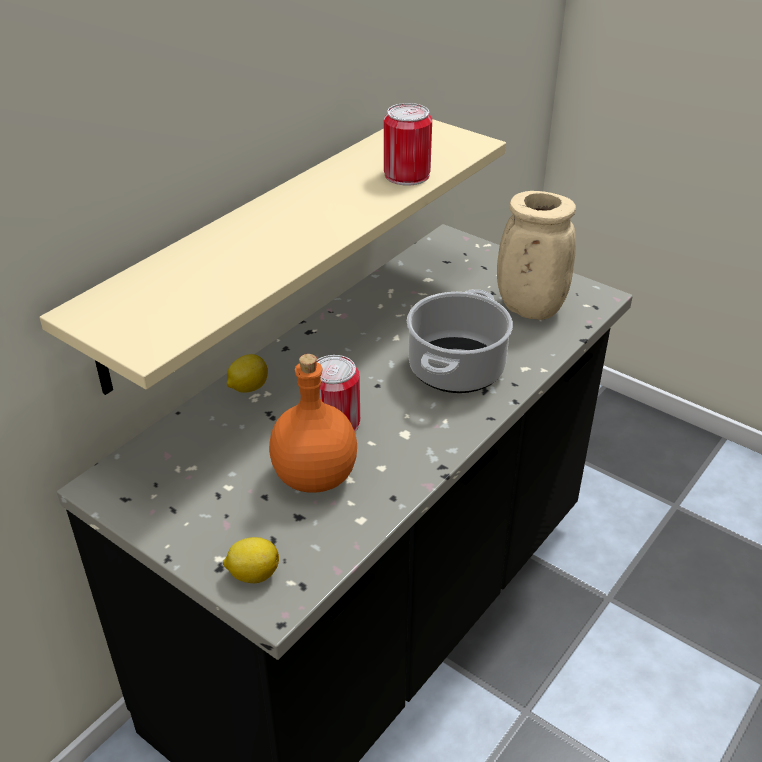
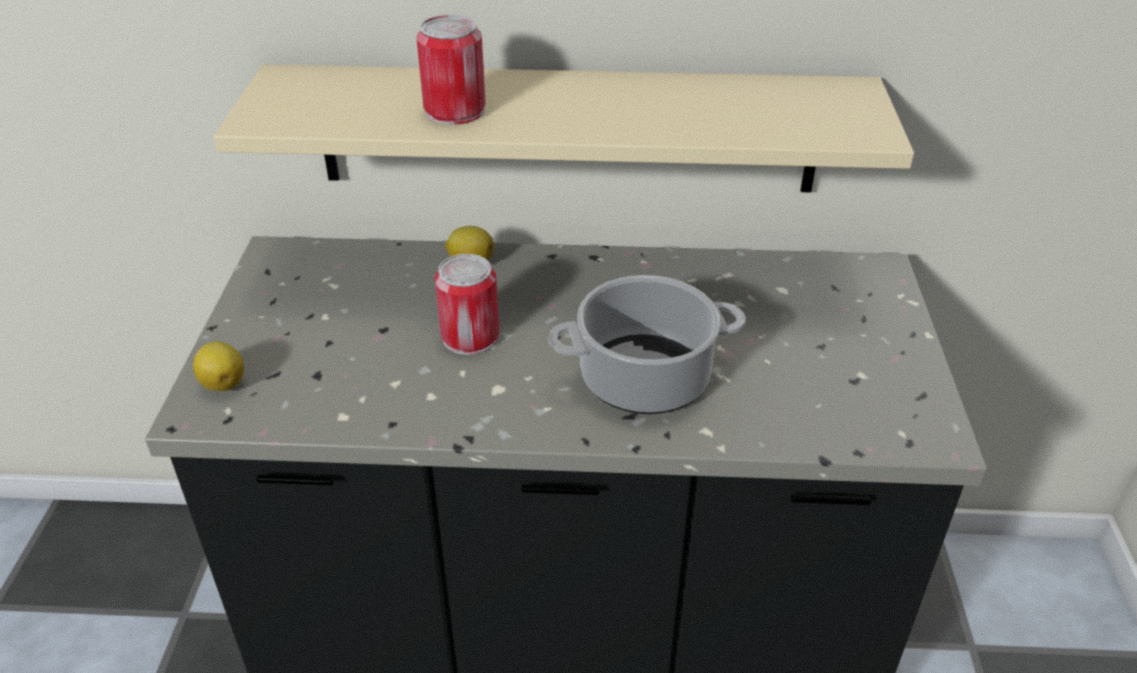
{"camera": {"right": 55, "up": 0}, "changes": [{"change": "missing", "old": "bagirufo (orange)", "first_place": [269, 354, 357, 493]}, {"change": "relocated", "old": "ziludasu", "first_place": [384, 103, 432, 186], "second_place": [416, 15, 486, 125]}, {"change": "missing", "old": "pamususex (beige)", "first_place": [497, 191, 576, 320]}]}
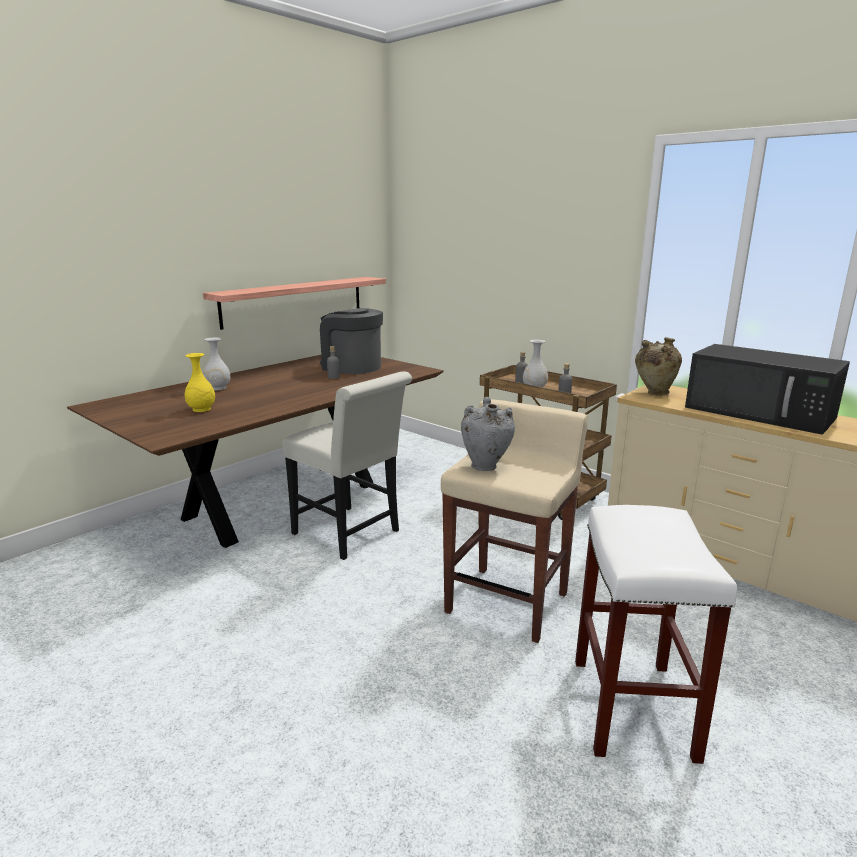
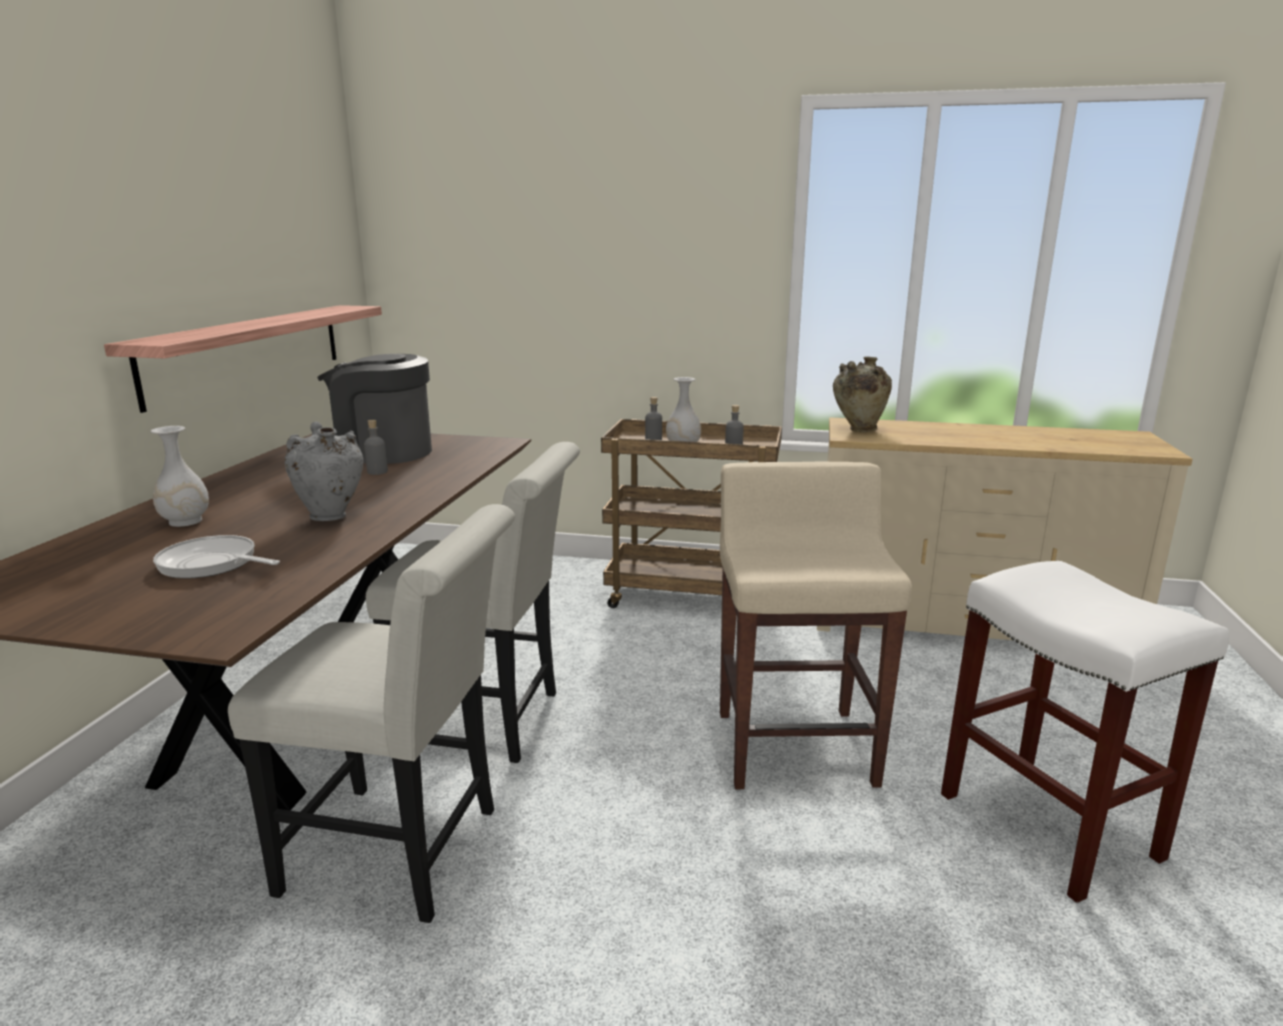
{"camera": {"right": -30, "up": 0}, "changes": [{"change": "exchanged", "old": "pamususex (yellow)", "new": "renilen", "first_place": [185, 353, 215, 412], "second_place": [153, 535, 280, 579]}, {"change": "relocated", "old": "pamususex (grey)", "first_place": [461, 397, 515, 471], "second_place": [285, 421, 363, 521]}, {"change": "missing", "old": "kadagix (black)", "first_place": [685, 344, 850, 435]}, {"change": "appeared", "new": "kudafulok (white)", "second_place": [228, 504, 515, 923]}]}
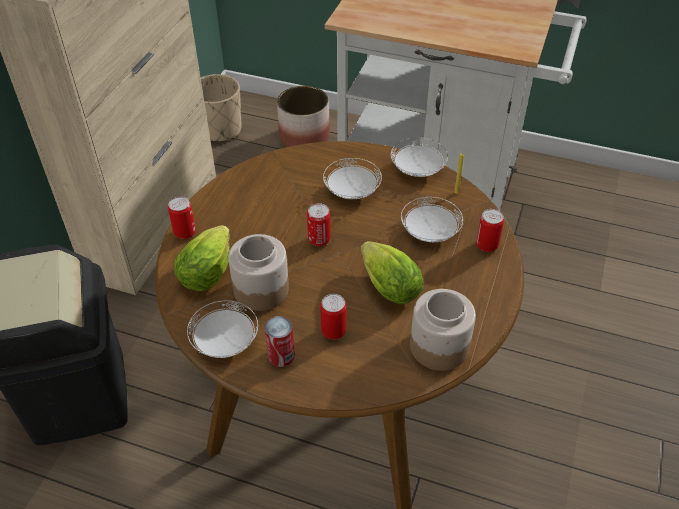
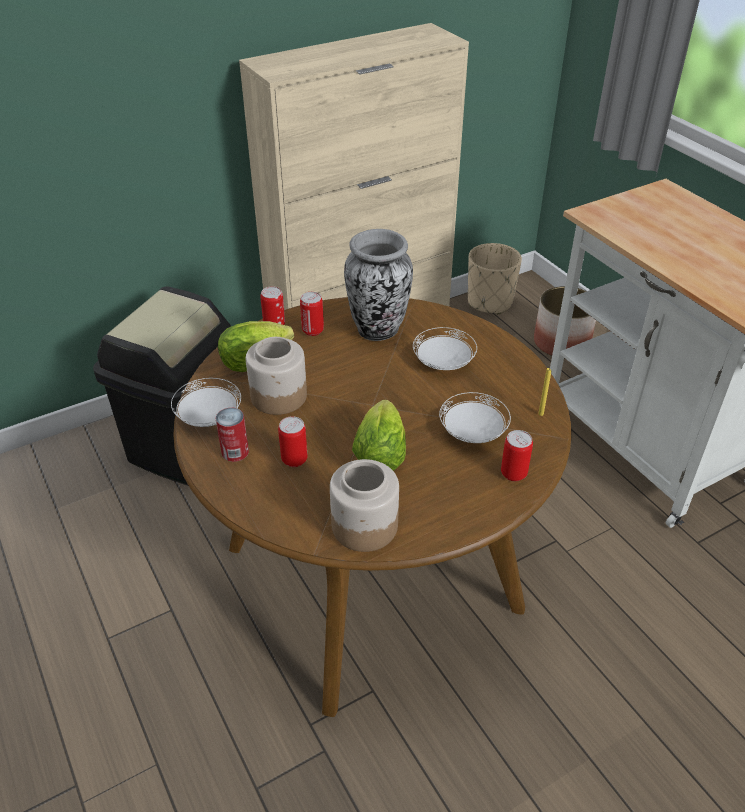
{"camera": {"right": 40, "up": -5}, "changes": [{"change": "relocated", "old": "ziludasu", "first_place": [307, 203, 331, 247], "second_place": [300, 292, 324, 336]}, {"change": "missing", "old": "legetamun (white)", "first_place": [391, 137, 448, 177]}, {"change": "appeared", "new": "pamususex", "second_place": [344, 229, 413, 341]}]}
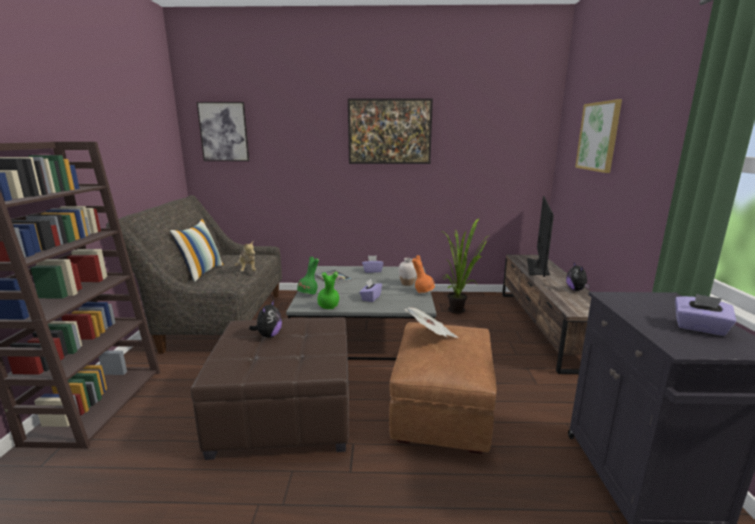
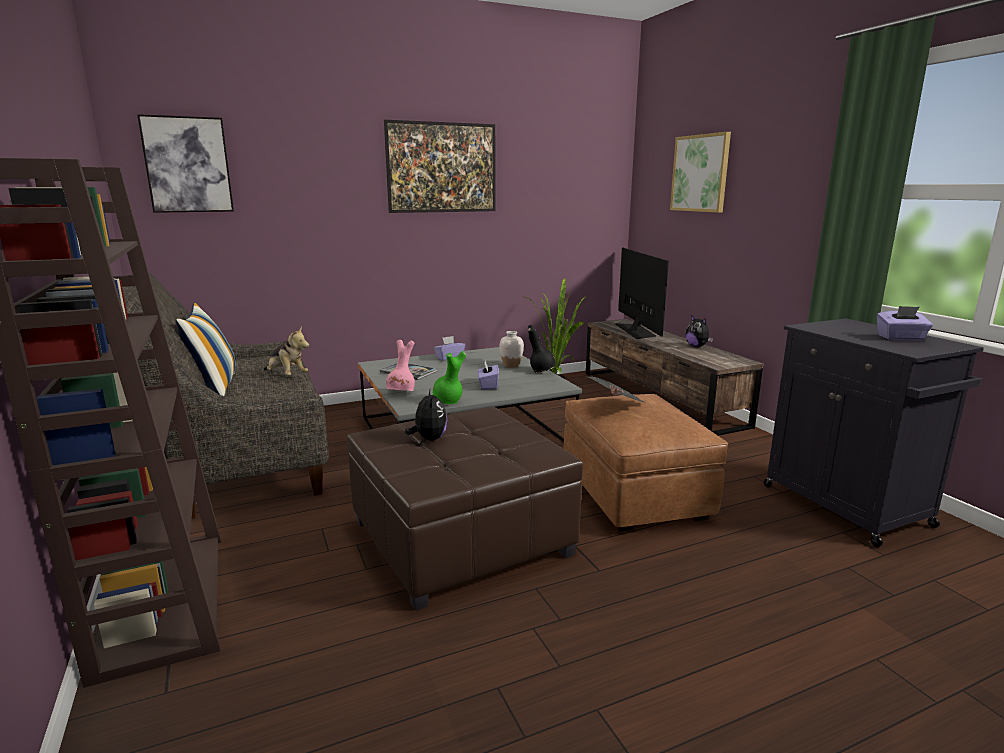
{"camera": {"right": -25, "up": 0}, "changes": [{"change": "colour", "old": "pamususex (green)", "new": "pamususex (pink)", "first_place": [297, 257, 319, 294], "second_place": [386, 340, 415, 391]}, {"change": "colour", "old": "pamususex (orange)", "new": "pamususex (black)", "first_place": [412, 255, 435, 294], "second_place": [528, 325, 556, 373]}]}
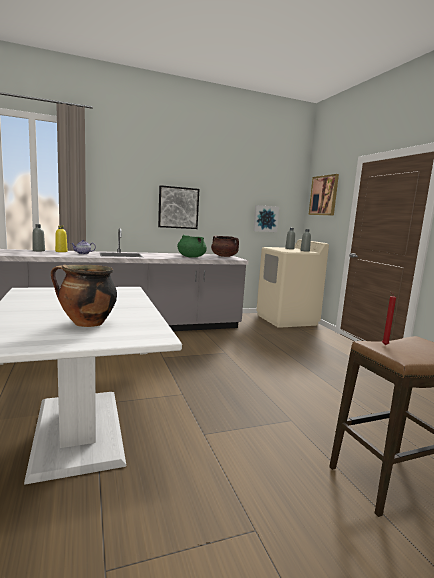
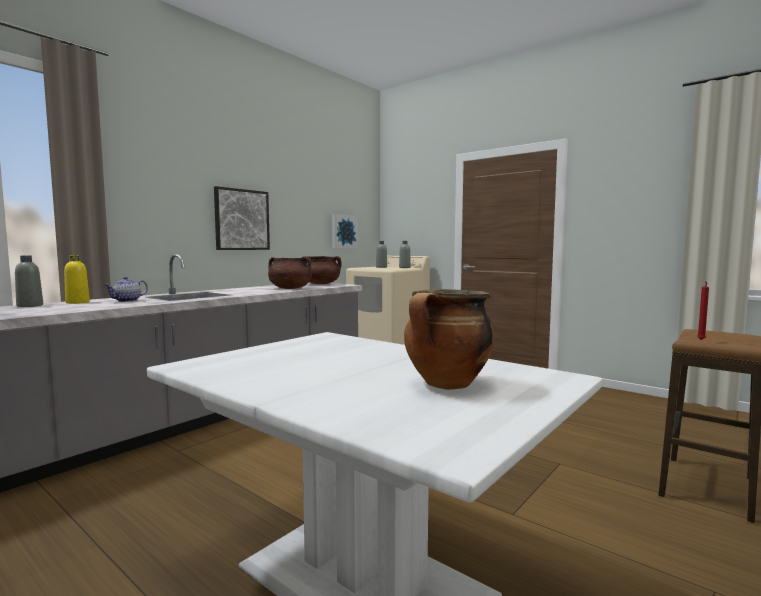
{"camera": {"right": -30, "up": -5}, "changes": [{"change": "colour", "old": "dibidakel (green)", "new": "dibidakel (brown)", "first_place": [177, 235, 207, 257], "second_place": [268, 257, 312, 289]}, {"change": "missing", "old": "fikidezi", "first_place": [308, 174, 339, 216]}]}
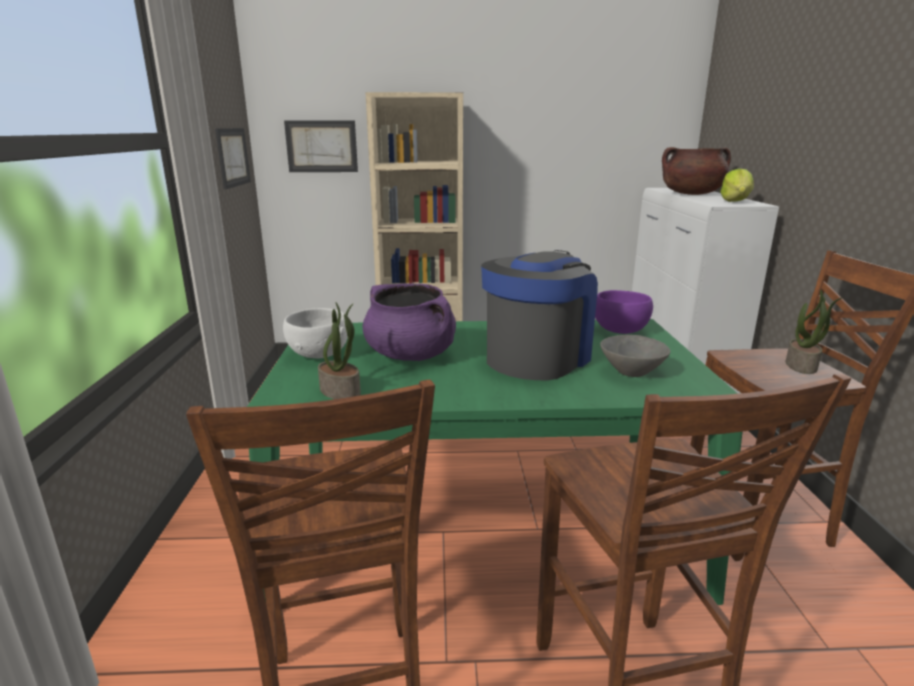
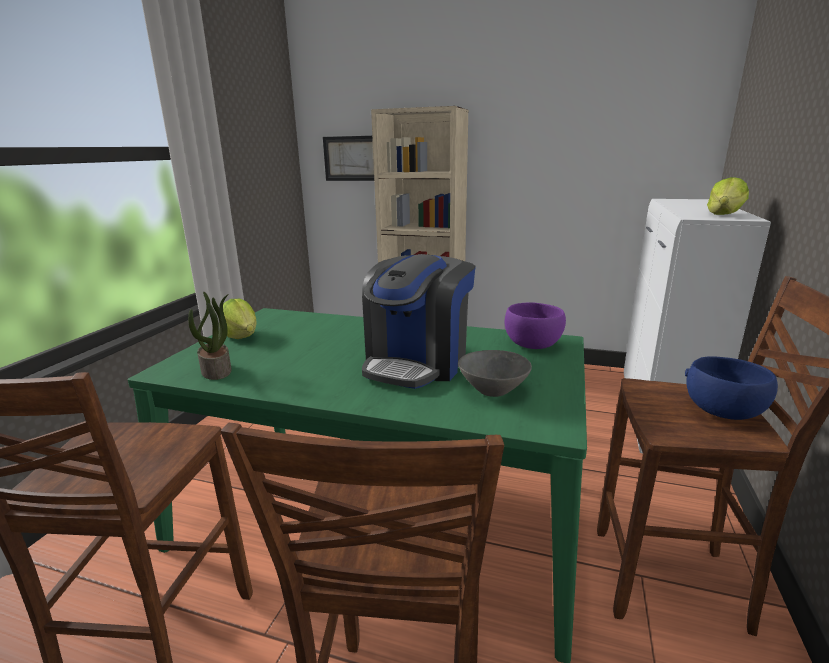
{"camera": {"right": 20, "up": 0}, "changes": [{"change": "missing", "old": "fikidezi", "first_place": [215, 128, 251, 189]}, {"change": "exchanged", "old": "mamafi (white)", "new": "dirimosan", "first_place": [283, 308, 348, 359], "second_place": [223, 299, 257, 339]}, {"change": "missing", "old": "dibidakel (purple)", "first_place": [362, 284, 456, 361]}, {"change": "spun", "old": "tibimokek", "first_place": [481, 250, 598, 380], "second_place": [362, 254, 476, 389], "degrees": 150}, {"change": "missing", "old": "dibidakel (brown)", "first_place": [662, 147, 731, 195]}, {"change": "exchanged", "old": "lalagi", "new": "mamafi (blue)", "first_place": [786, 290, 843, 374], "second_place": [685, 356, 778, 420]}]}
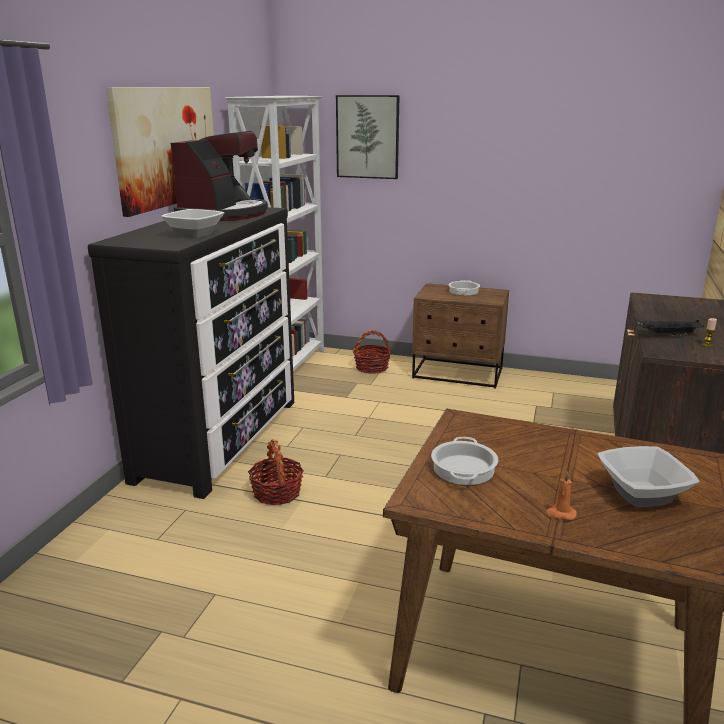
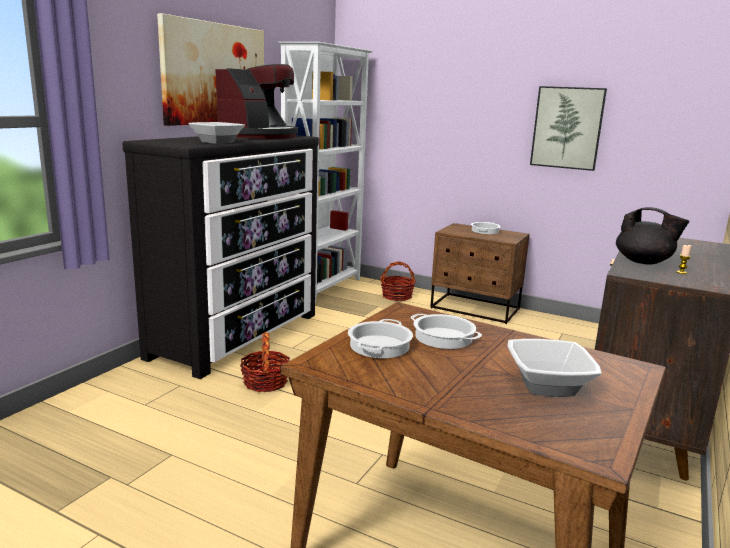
{"camera": {"right": 10, "up": -5}, "changes": [{"change": "relocated", "old": "fikidezi", "first_place": [336, 95, 400, 179], "second_place": [530, 86, 607, 171]}, {"change": "missing", "old": "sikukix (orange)", "first_place": [545, 471, 577, 520]}, {"change": "exchanged", "old": "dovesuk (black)", "new": "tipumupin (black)", "first_place": [636, 320, 704, 336], "second_place": [616, 207, 690, 265]}, {"change": "appeared", "new": "dibidakel", "second_place": [410, 314, 482, 349]}]}
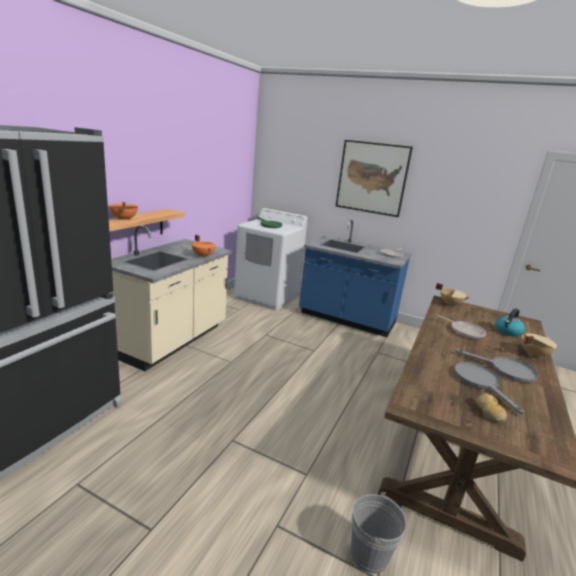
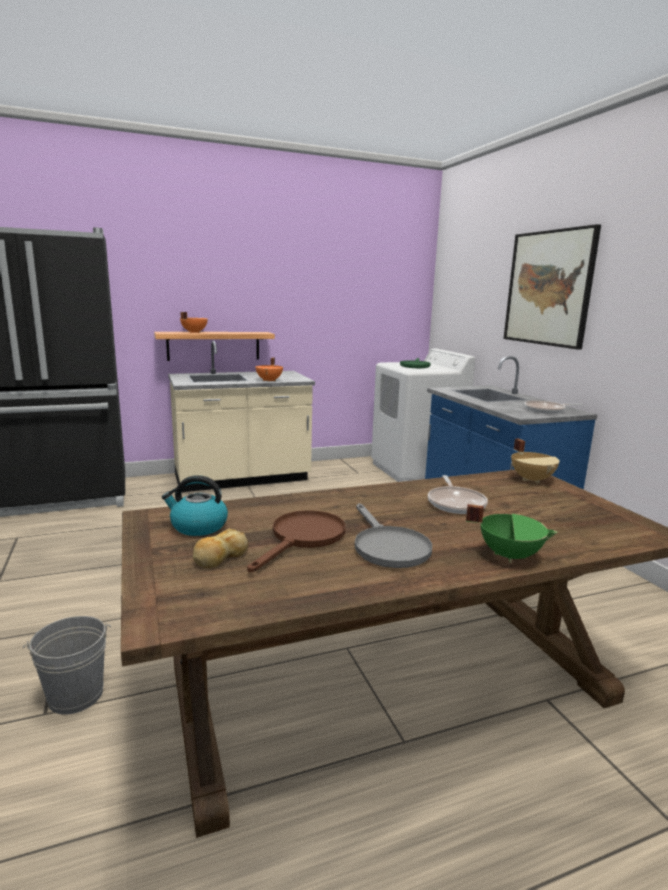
{"camera": {"right": 45, "up": -5}, "changes": [{"change": "colour", "old": "renilen (grey)", "new": "renilen (brown)", "first_place": [454, 362, 524, 414], "second_place": [247, 510, 345, 572]}, {"change": "relocated", "old": "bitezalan", "first_place": [496, 308, 525, 337], "second_place": [161, 475, 228, 536]}, {"change": "colour", "old": "dibidakel (beige)", "new": "dibidakel (green)", "first_place": [521, 333, 557, 358], "second_place": [466, 504, 558, 563]}]}
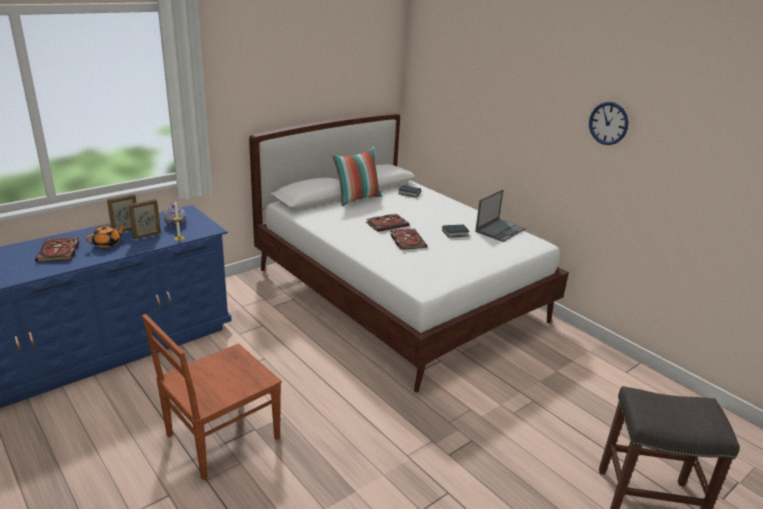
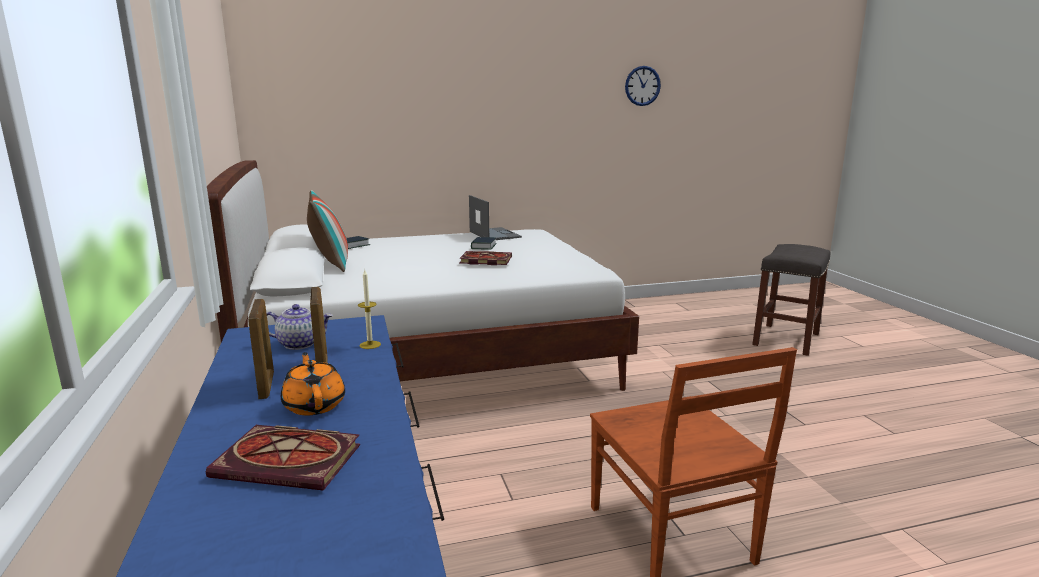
{"camera": {"right": -65, "up": -10}, "changes": [{"change": "missing", "old": "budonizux", "first_place": [366, 214, 409, 232]}, {"change": "relocated", "old": "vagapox", "first_place": [589, 102, 628, 145], "second_place": [625, 66, 661, 106]}]}
